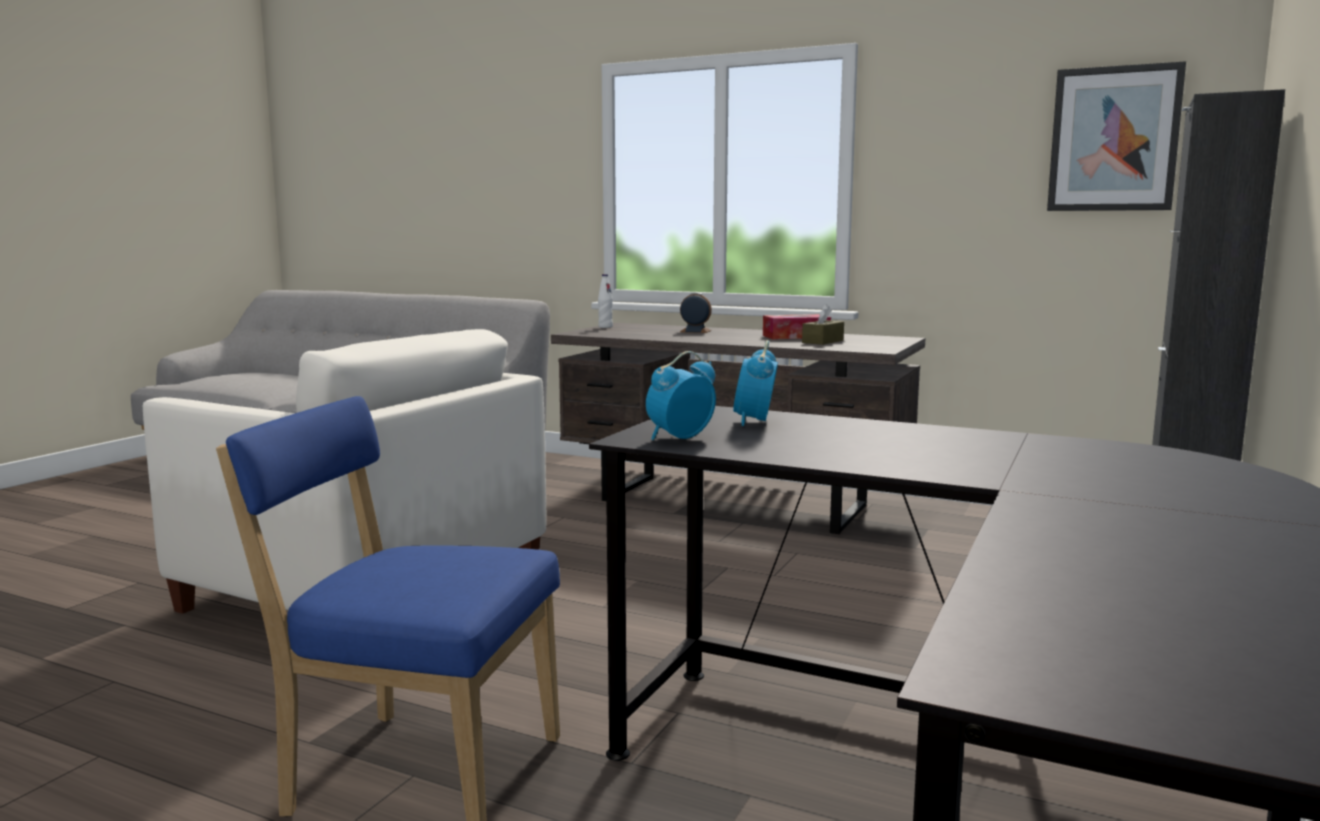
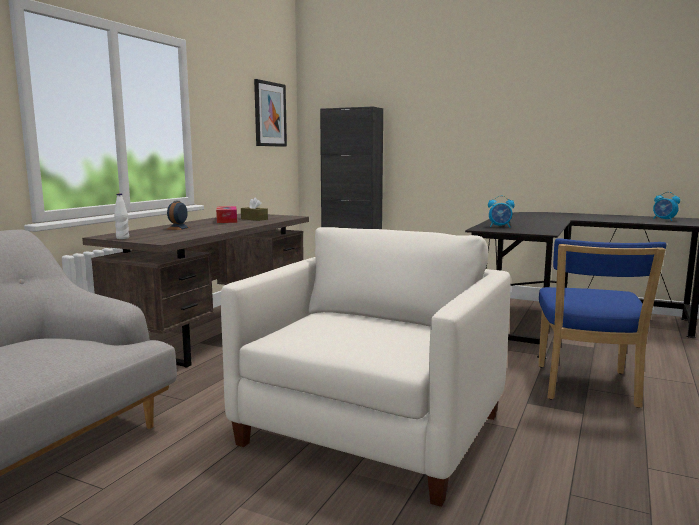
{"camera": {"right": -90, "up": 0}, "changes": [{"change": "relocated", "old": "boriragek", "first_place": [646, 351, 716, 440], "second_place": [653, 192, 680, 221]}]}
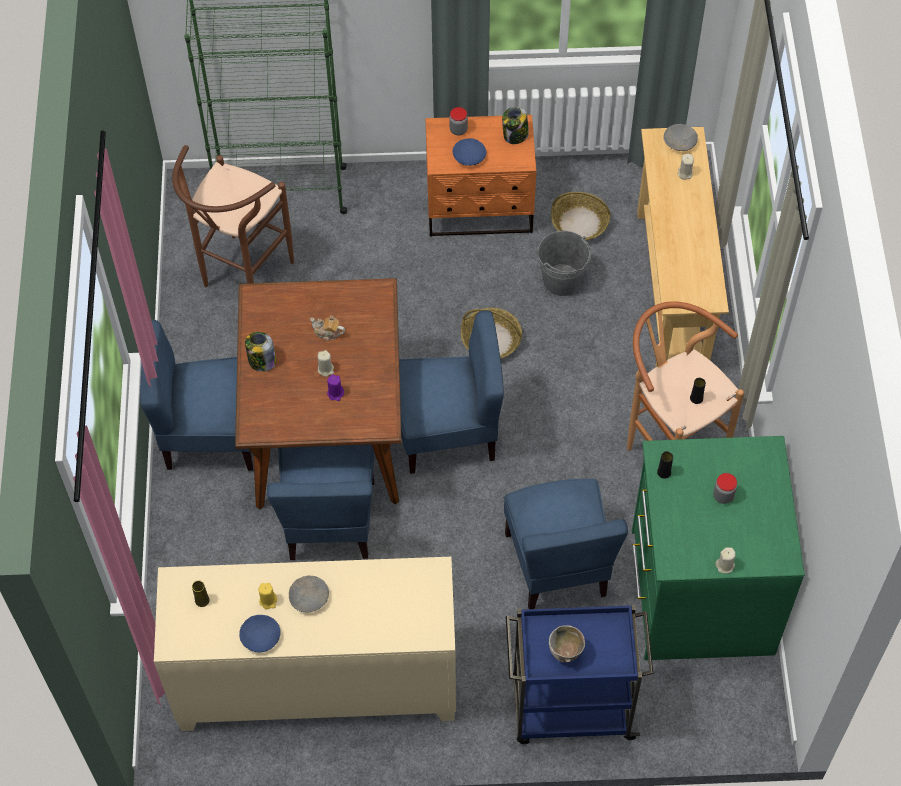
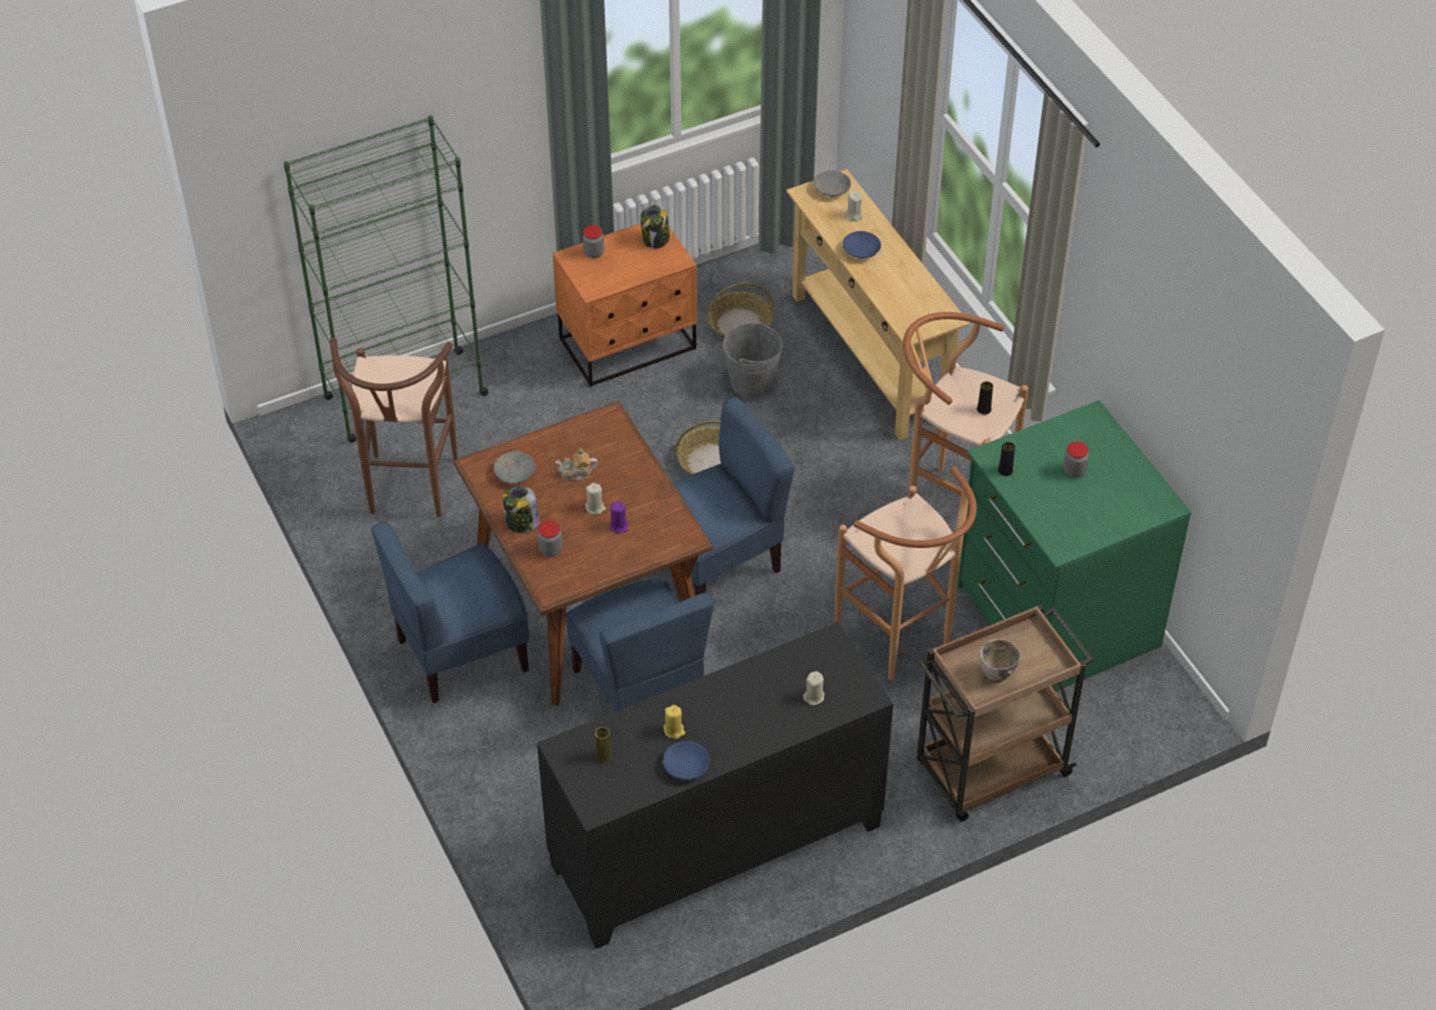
{"camera": {"right": -25, "up": -10}, "changes": [{"change": "colour", "old": "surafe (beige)", "new": "surafe (black)", "first_place": [154, 557, 456, 731], "second_place": [537, 622, 893, 949]}, {"change": "relocated", "old": "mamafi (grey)", "first_place": [289, 576, 329, 612], "second_place": [494, 451, 536, 484]}, {"change": "relocated", "old": "mamafi (blue)", "first_place": [452, 138, 486, 166], "second_place": [842, 231, 881, 259]}, {"change": "exchanged", "old": "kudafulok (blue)", "new": "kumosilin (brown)", "first_place": [504, 479, 628, 609], "second_place": [835, 466, 977, 681]}, {"change": "colour", "old": "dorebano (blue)", "new": "dorebano (brown)", "first_place": [506, 605, 653, 744], "second_place": [917, 604, 1094, 822]}, {"change": "relocated", "old": "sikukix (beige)", "first_place": [715, 547, 736, 573], "second_place": [803, 671, 825, 705]}, {"change": "appeared", "new": "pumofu", "second_place": [538, 521, 562, 557]}]}
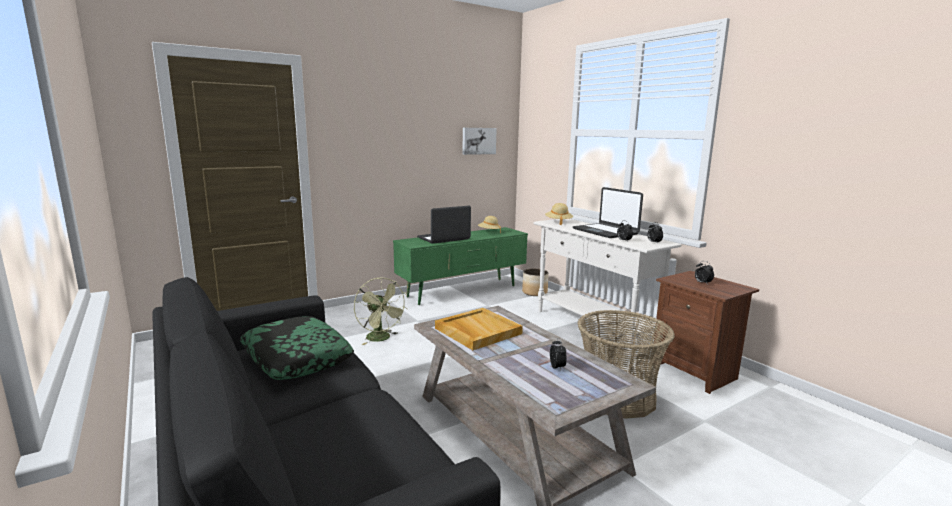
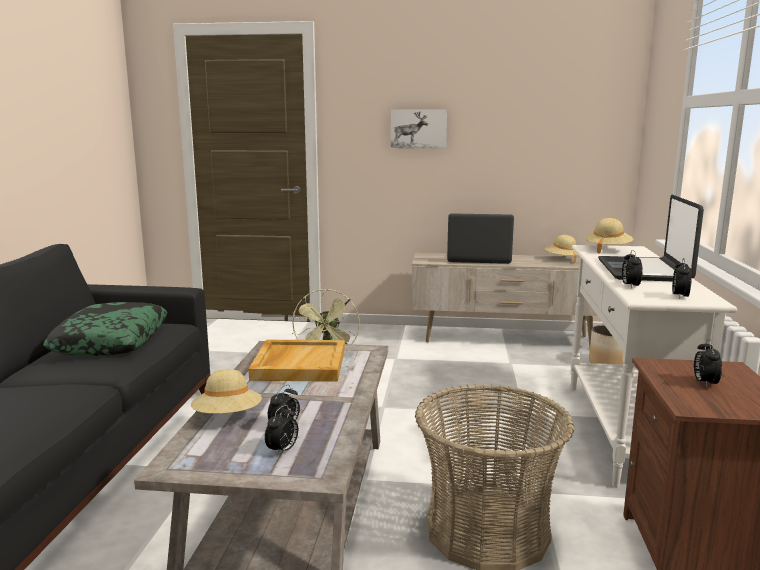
{"camera": {"right": 40, "up": 0}, "changes": [{"change": "colour", "old": "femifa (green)", "new": "femifa (beige)", "first_place": [393, 227, 528, 305], "second_place": [412, 253, 597, 348]}, {"change": "relocated", "old": "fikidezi", "first_place": [463, 128, 496, 155], "second_place": [391, 109, 447, 148]}, {"change": "appeared", "new": "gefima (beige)", "second_place": [191, 369, 262, 414]}, {"change": "appeared", "new": "boriragek", "second_place": [265, 405, 298, 456]}]}
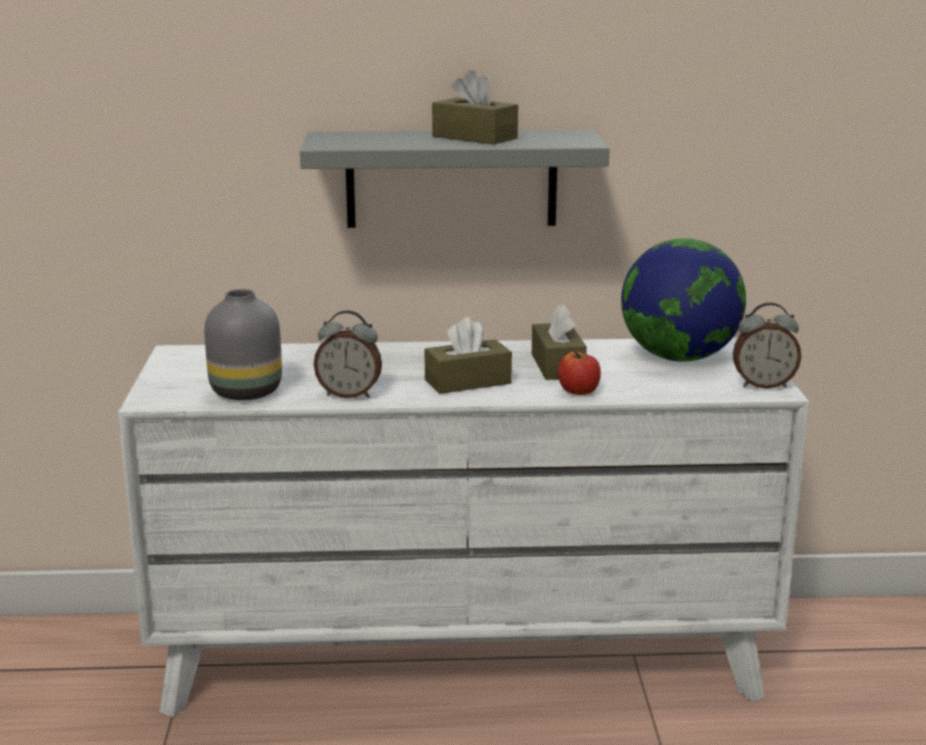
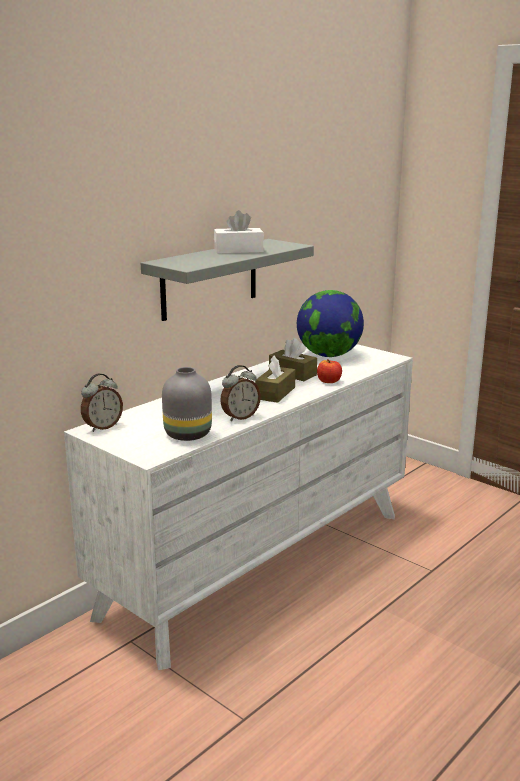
{"camera": {"right": -45, "up": 0}, "changes": [{"change": "colour", "old": "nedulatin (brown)", "new": "nedulatin (white)", "first_place": [432, 70, 518, 144], "second_place": [214, 210, 264, 254]}, {"change": "relocated", "old": "boriragek", "first_place": [733, 302, 801, 389], "second_place": [81, 373, 123, 432]}]}
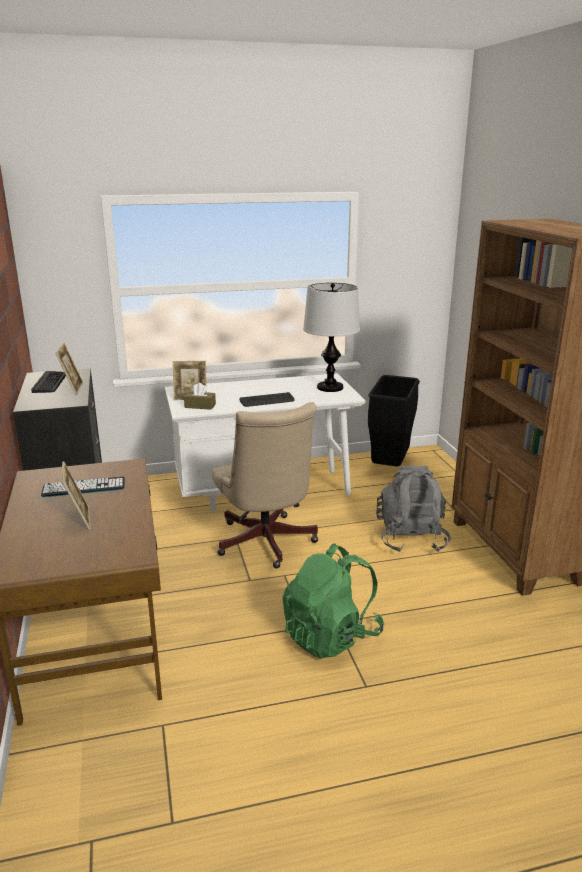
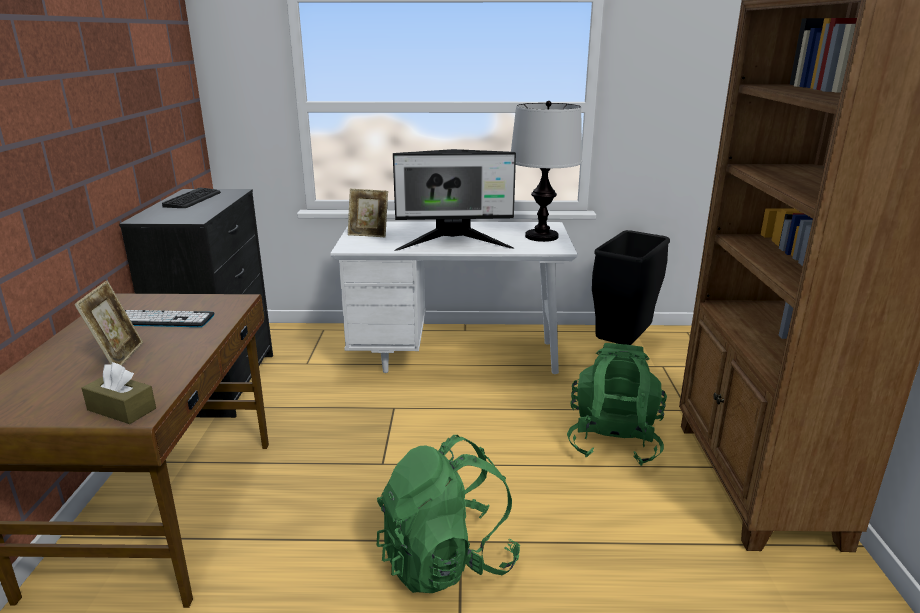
{"camera": {"right": 15, "up": 0}, "changes": [{"change": "missing", "old": "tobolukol", "first_place": [55, 343, 83, 395]}, {"change": "relocated", "old": "nedulatin (brown)", "first_place": [184, 383, 216, 410], "second_place": [81, 362, 156, 424]}, {"change": "missing", "old": "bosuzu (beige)", "first_place": [212, 402, 318, 568]}, {"change": "exchanged", "old": "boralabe", "new": "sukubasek", "first_place": [240, 392, 295, 407], "second_place": [393, 149, 516, 251]}, {"change": "colour", "old": "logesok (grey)", "new": "logesok (green)", "first_place": [376, 466, 451, 552], "second_place": [567, 343, 667, 466]}]}
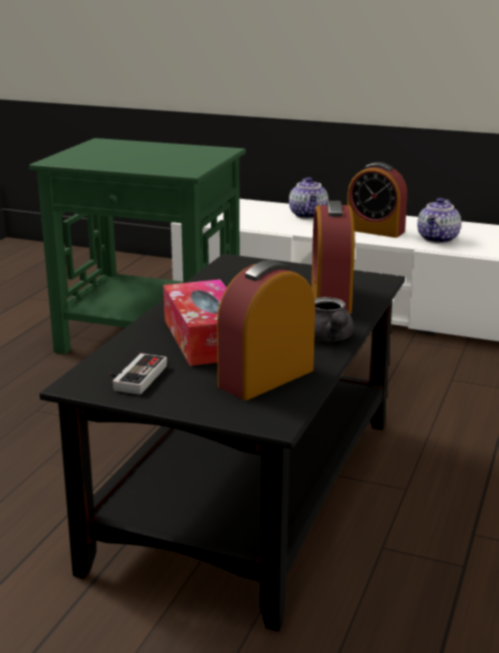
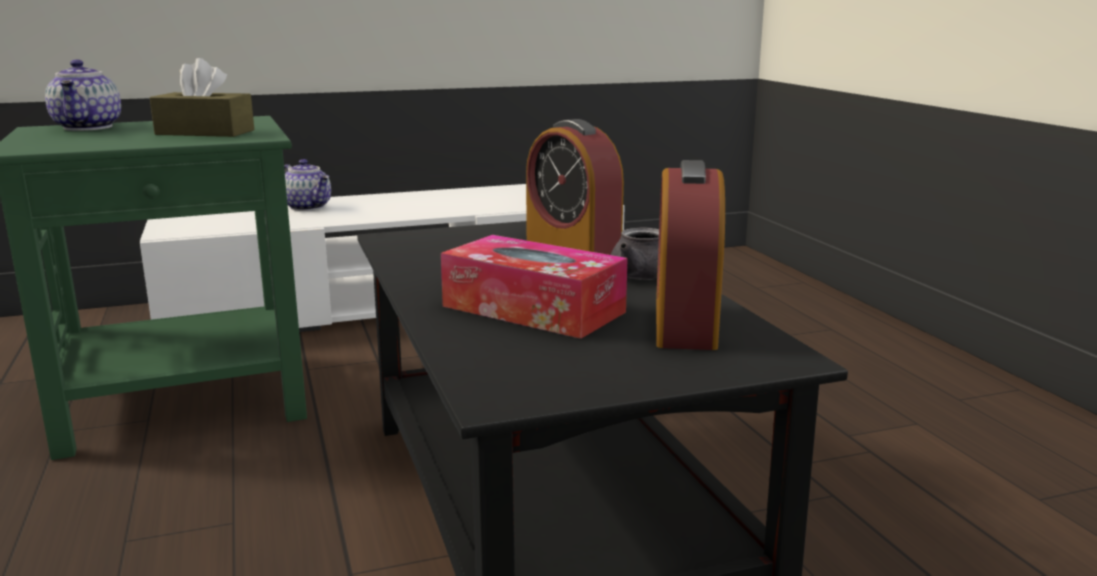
{"camera": {"right": -40, "up": -5}, "changes": [{"change": "missing", "old": "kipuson", "first_place": [109, 353, 167, 394]}, {"change": "missing", "old": "boriragek", "first_place": [347, 162, 407, 238]}, {"change": "relocated", "old": "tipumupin", "first_place": [417, 198, 461, 244], "second_place": [45, 59, 121, 131]}, {"change": "appeared", "new": "nedulatin (brown)", "second_place": [150, 58, 254, 137]}]}
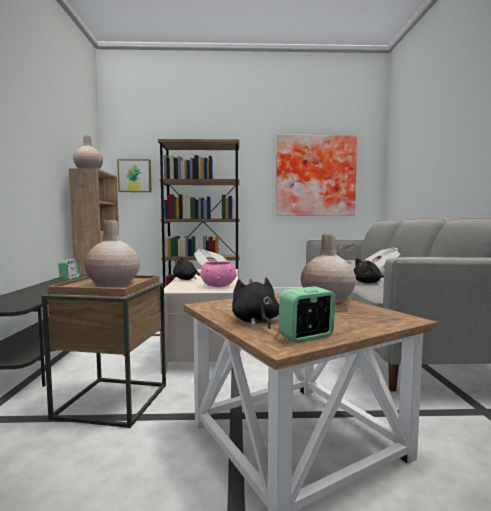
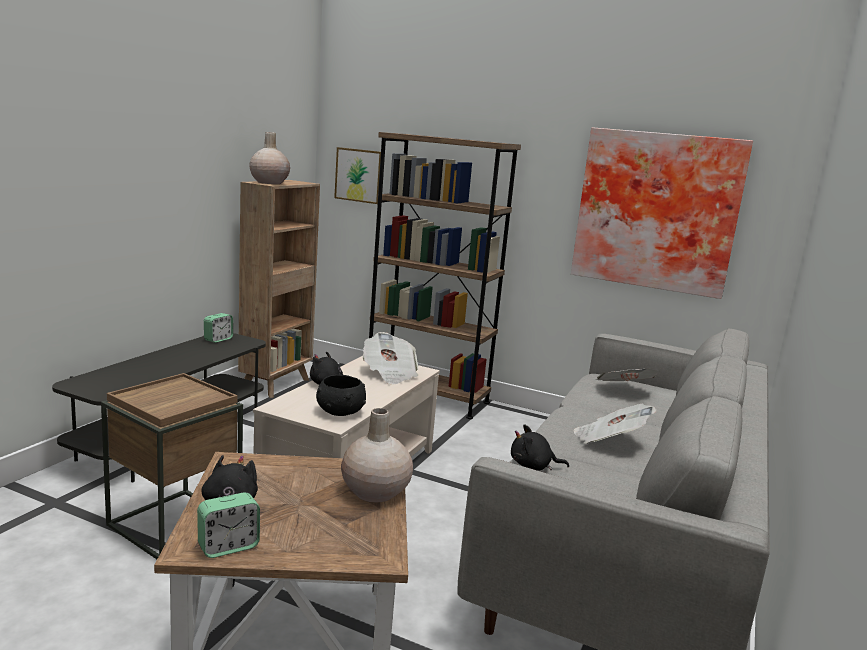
{"camera": {"right": 25, "up": 10}, "changes": [{"change": "missing", "old": "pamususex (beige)", "first_place": [84, 220, 140, 287]}, {"change": "colour", "old": "mamafi (pink)", "new": "mamafi (black)", "first_place": [200, 261, 237, 287], "second_place": [316, 375, 366, 416]}, {"change": "spun", "old": "boriragek", "first_place": [278, 286, 336, 343], "second_place": [197, 492, 260, 558], "degrees": 150}]}
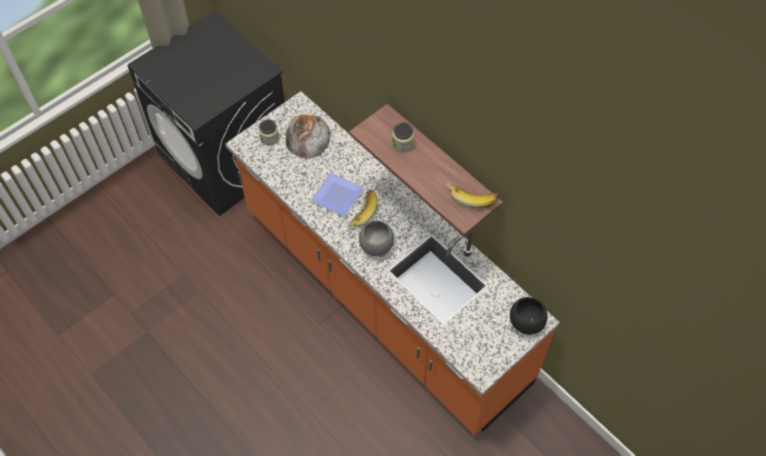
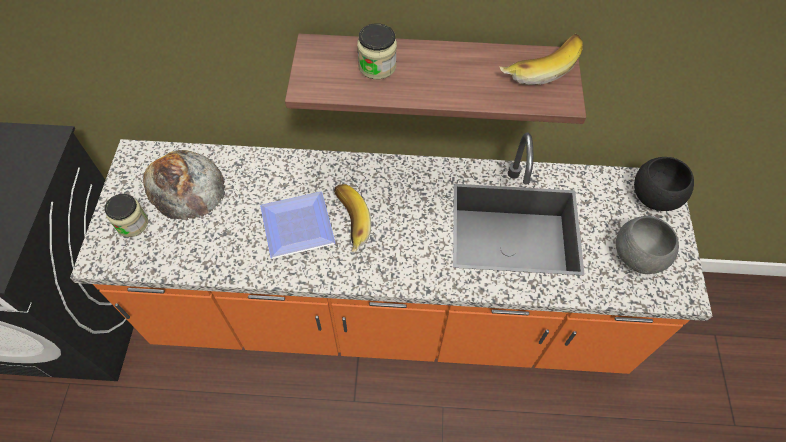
{"camera": {"right": -45, "up": 0}, "changes": [{"change": "relocated", "old": "mamafi (grey)", "first_place": [359, 221, 394, 256], "second_place": [616, 216, 679, 274]}]}
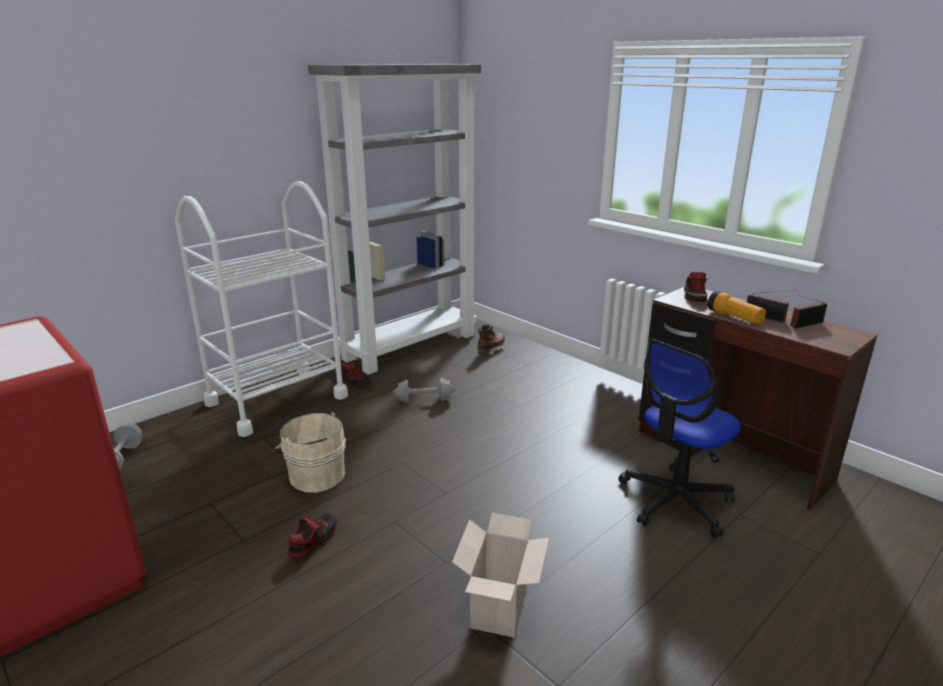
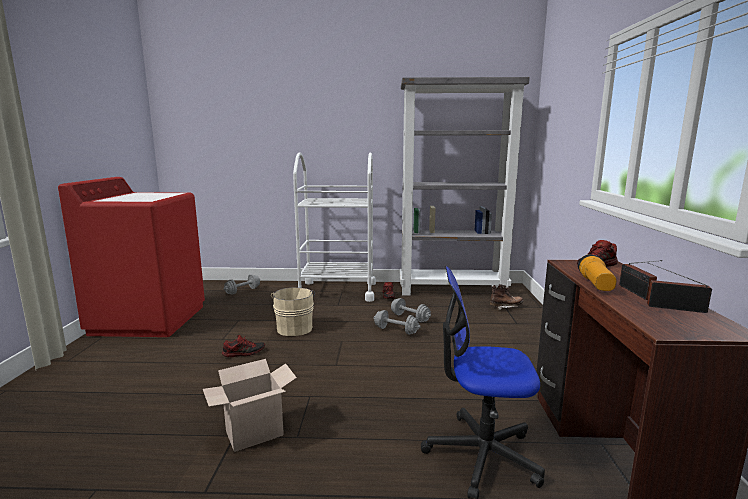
{"camera": {"right": 45, "up": -10}, "changes": [{"change": "appeared", "new": "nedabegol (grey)", "second_place": [373, 310, 421, 335]}]}
